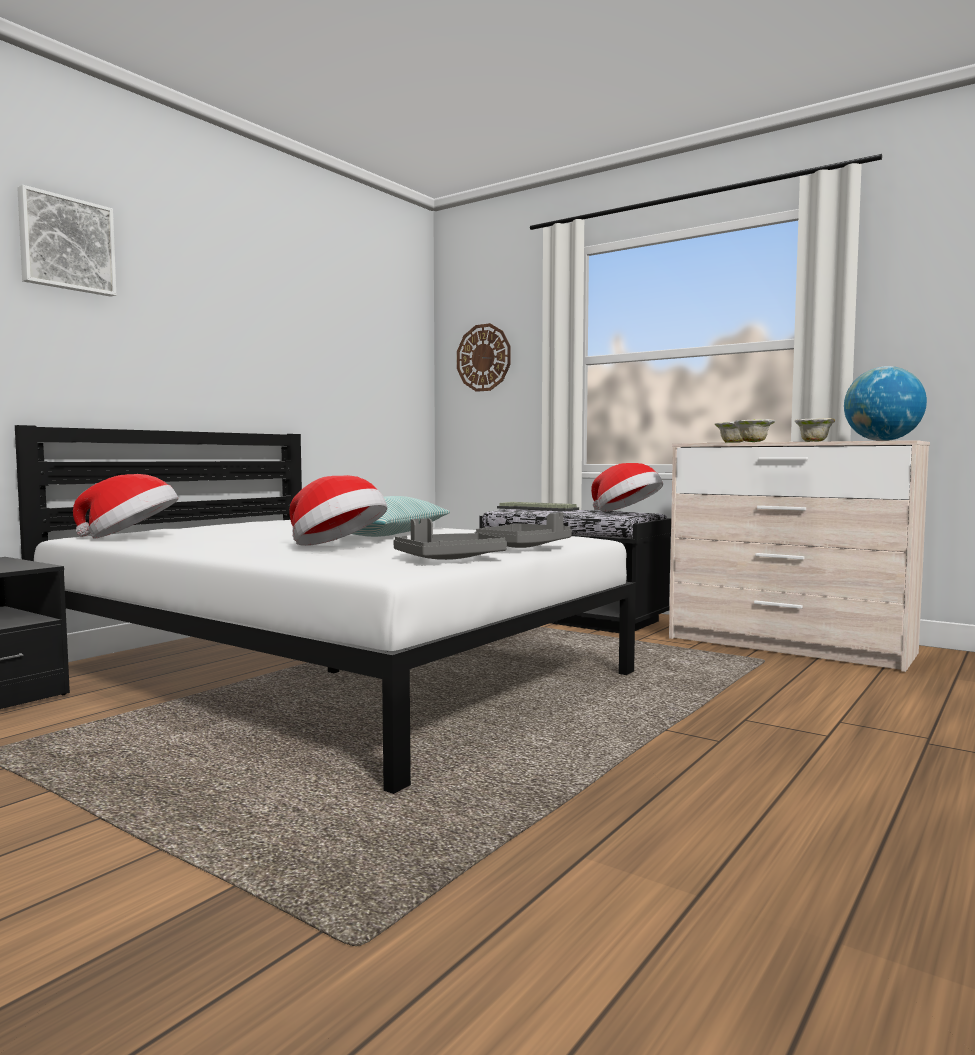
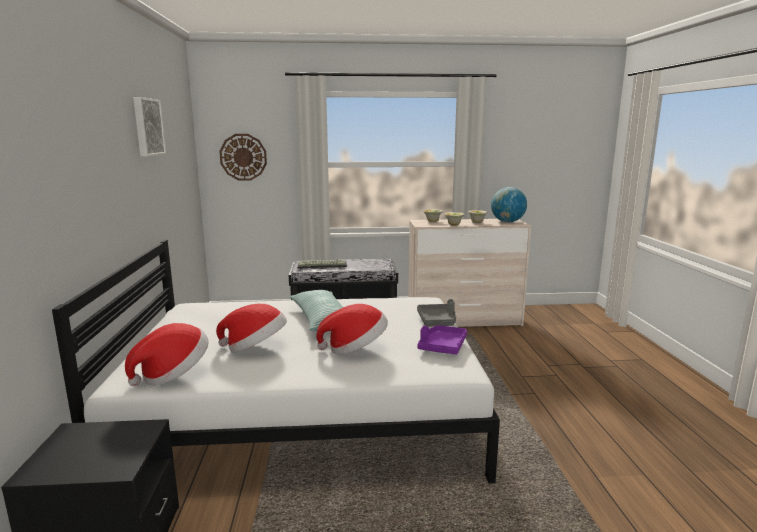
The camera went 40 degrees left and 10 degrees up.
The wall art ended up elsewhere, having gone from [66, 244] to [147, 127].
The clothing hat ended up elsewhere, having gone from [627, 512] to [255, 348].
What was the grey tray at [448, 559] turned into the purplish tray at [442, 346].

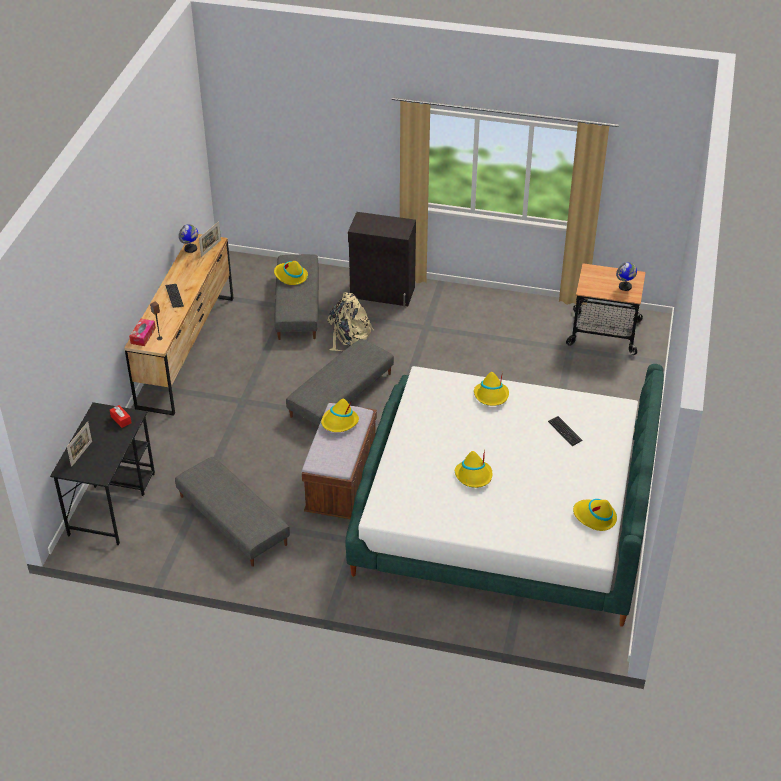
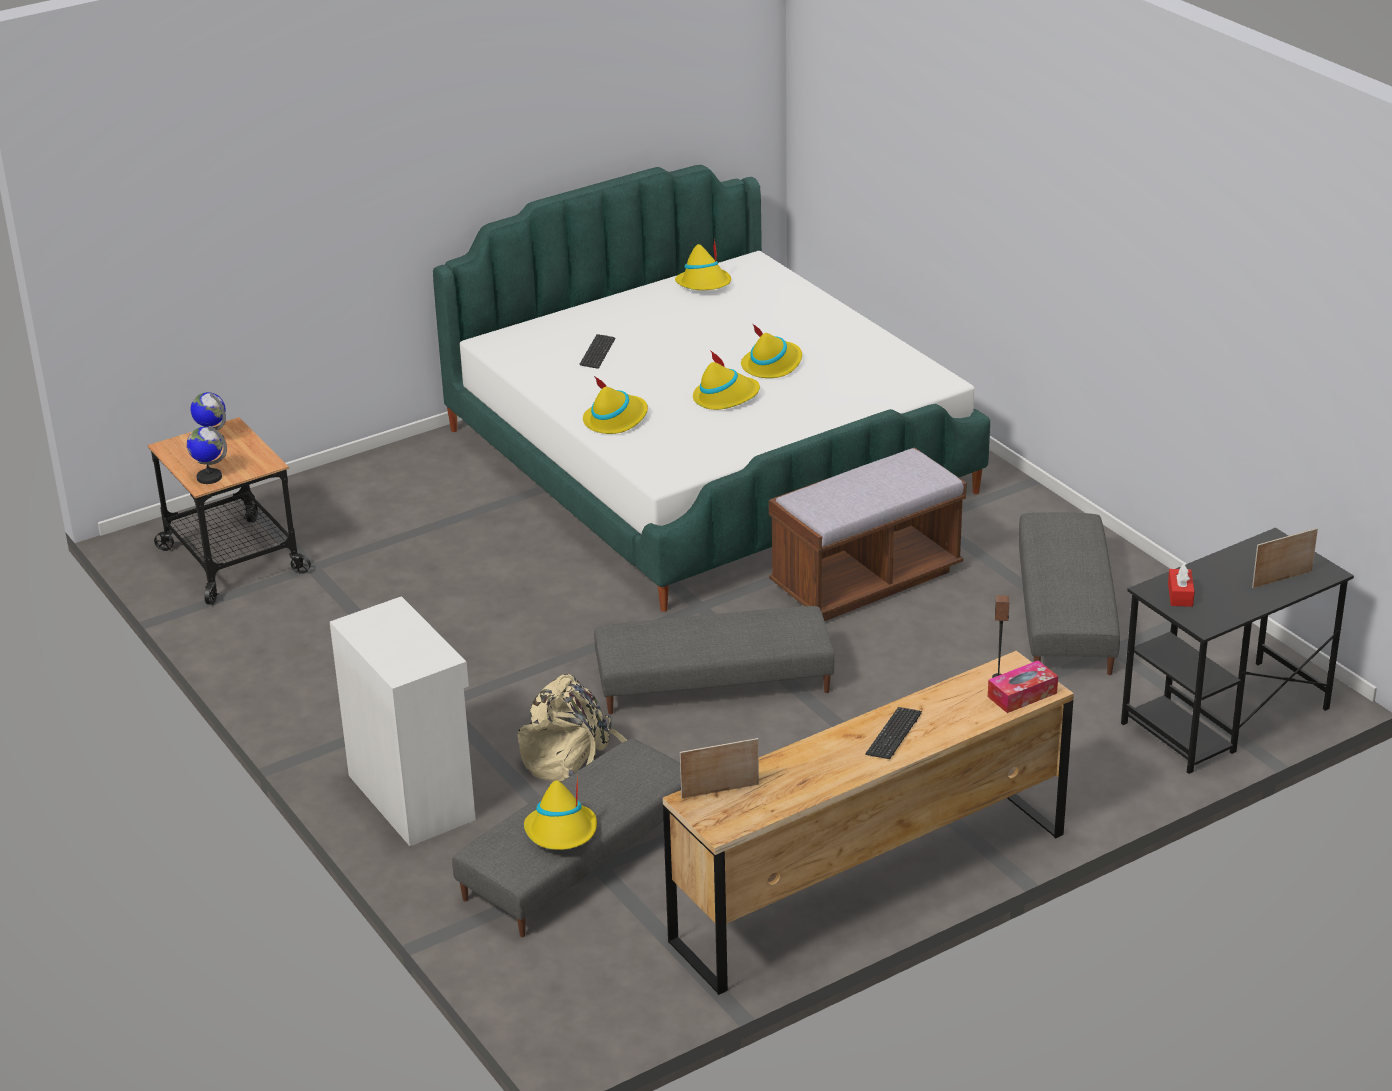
The camera went 135 degrees left and 10 degrees down.
The globe ended up elsewhere, having gone from [191, 249] to [209, 477].
What was the black cabinet at [382, 293] turned into the whitish cabinet at [413, 796].
The yellowish clothing hat ended up elsewhere, having gone from [339, 422] to [726, 397].

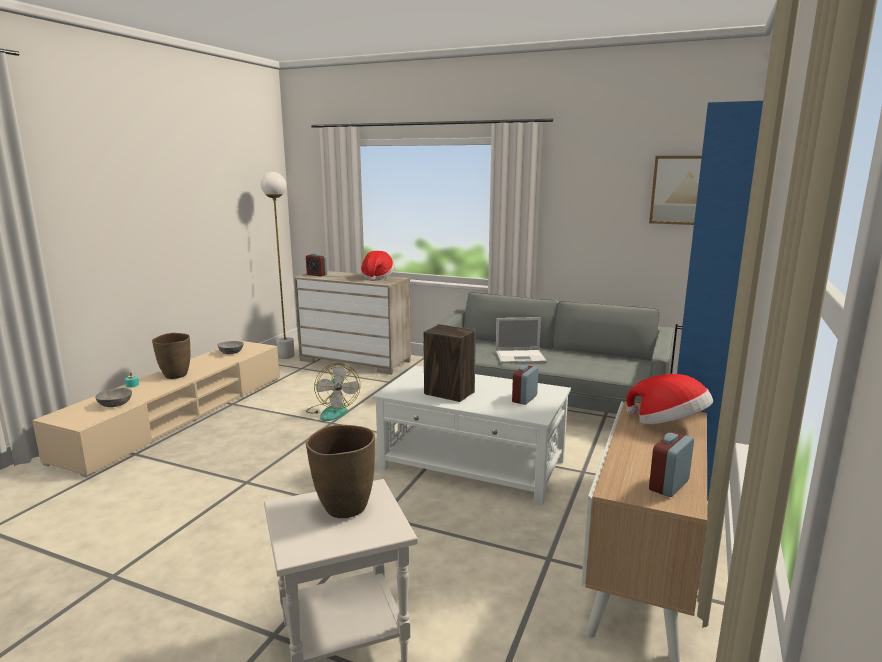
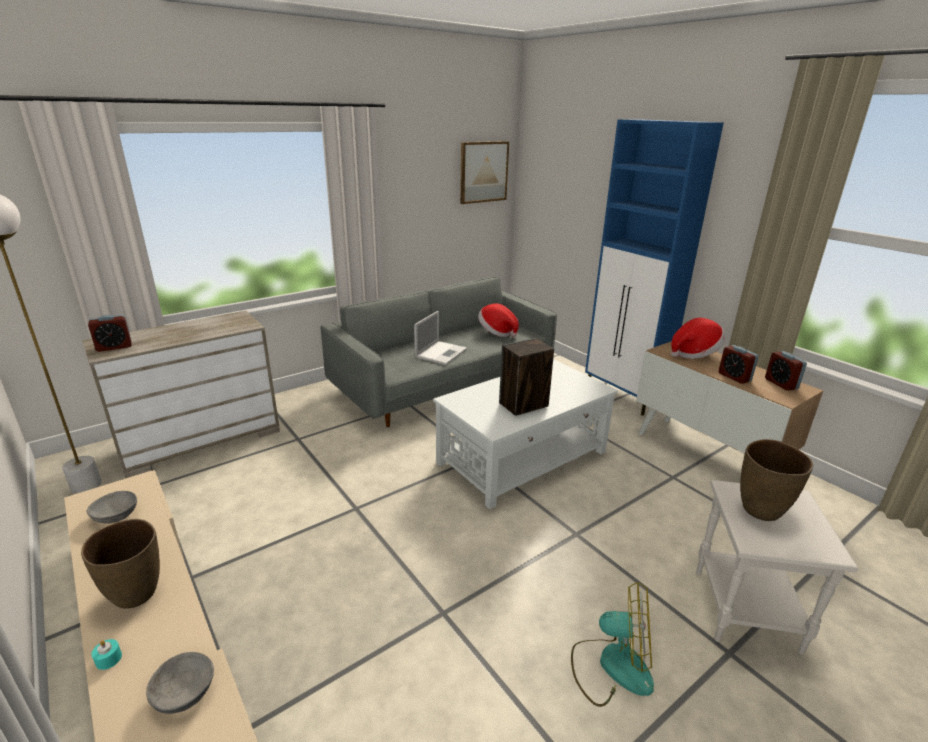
The camera went 60 degrees left and 10 degrees up.
The clothing hat ended up elsewhere, having gone from [377, 277] to [497, 332].
The electric fan ended up elsewhere, having gone from [332, 411] to [612, 666].
The table clock ended up elsewhere, having gone from [524, 399] to [734, 377].

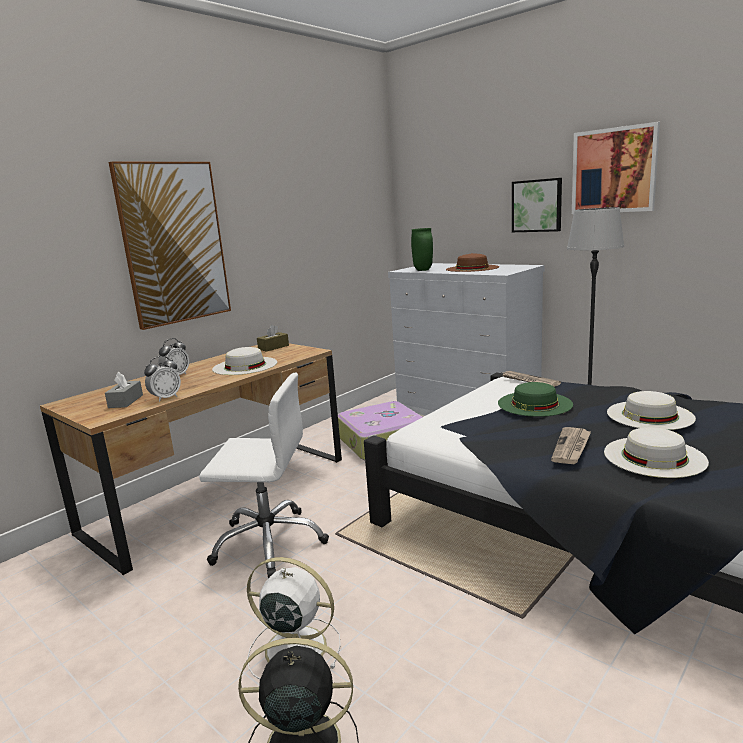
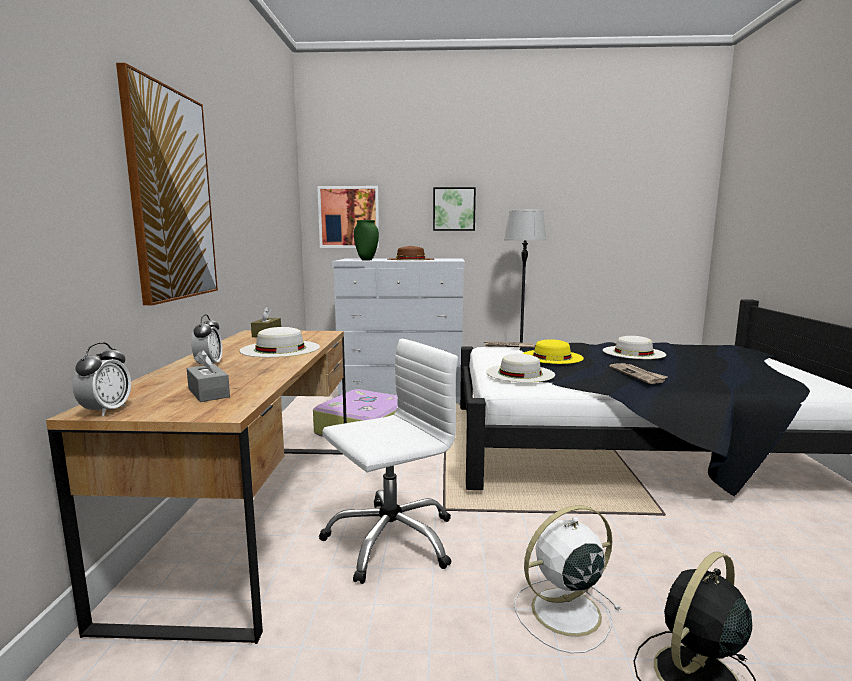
The camera went 40 degrees left and 5 degrees down.
The table clock ended up elsewhere, having gone from [165, 398] to [106, 411].
The wall art ended up elsewhere, having gone from [614, 170] to [349, 217].
The whitish clothing hat ended up elsewhere, having gone from [654, 456] to [520, 373].
What was the greenish clothing hat at [534, 403] turned into the yellowish clothing hat at [552, 357].

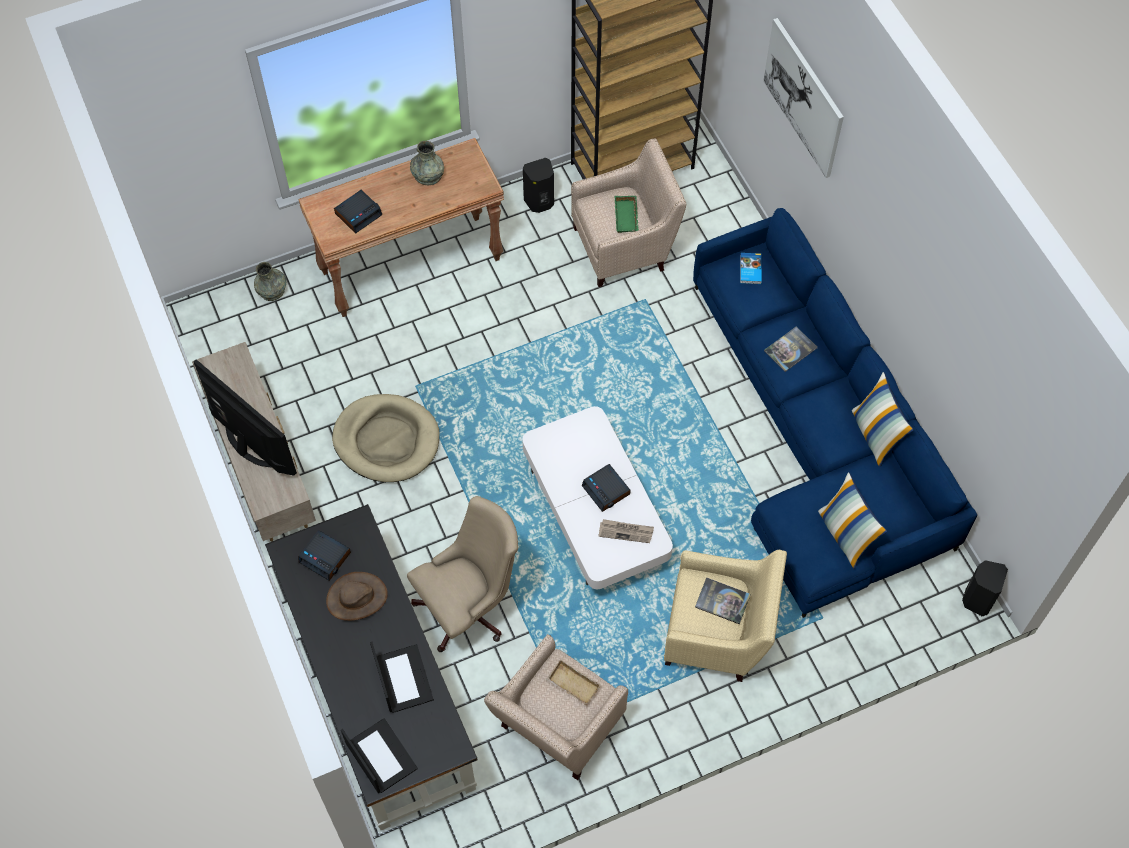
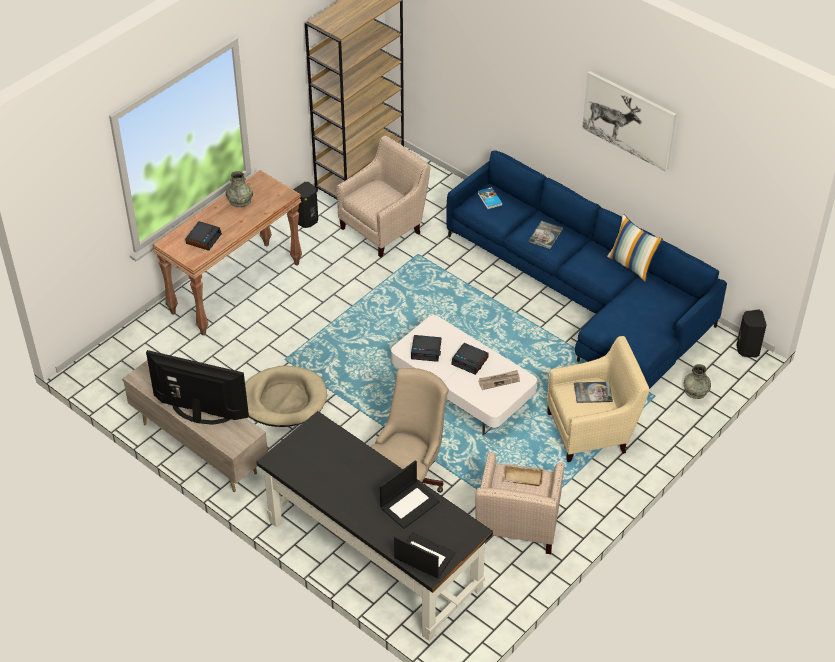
The camera went 25 degrees left and 15 degrees down.
The portable computer at [402, 678] ended up facing another way, 90 degrees clockwise from before.
The table clock ended up elsewhere, having gone from [325, 557] to [426, 350].
The wall art ended up elsewhere, having gone from [803, 97] to [629, 120].
The grey decorative vase ended up elsewhere, having gone from [272, 290] to [695, 390].
The second view lost the brownish clothing hat at [357, 598].
The second view lost the greenish tray at [627, 217].
The second view lost the cushion at [846, 535].

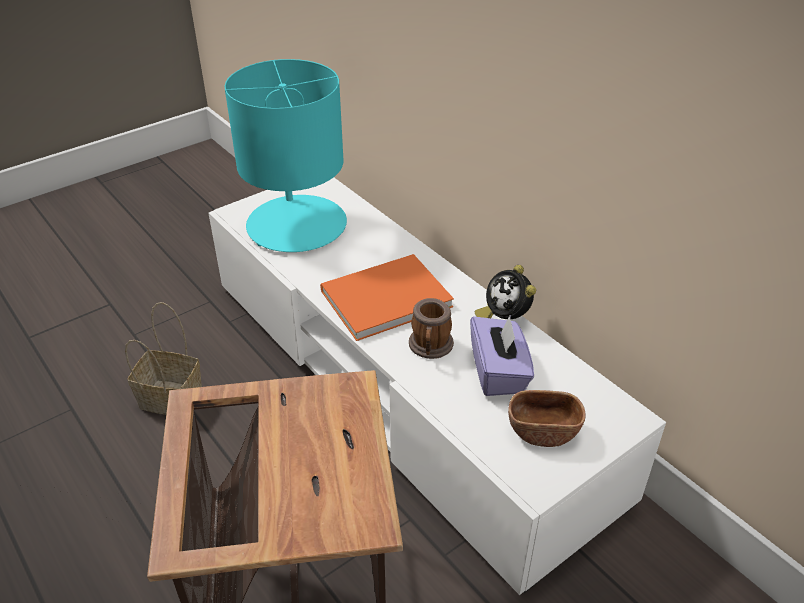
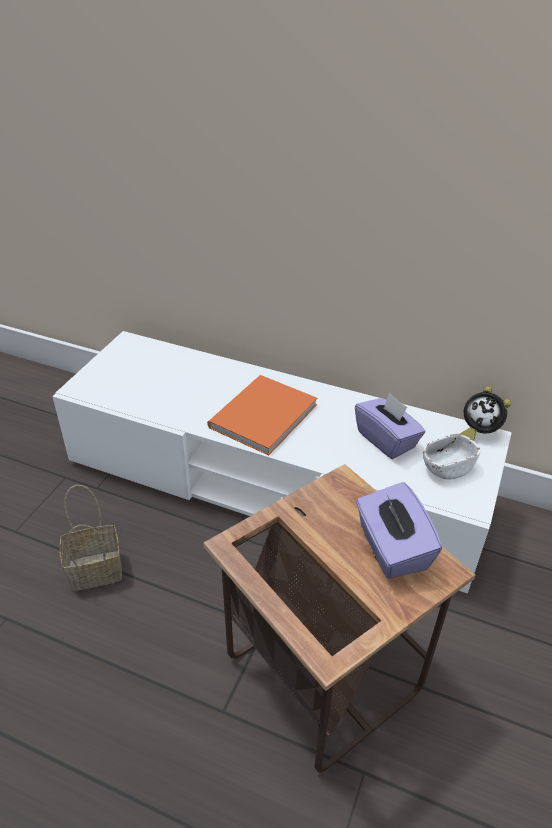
The camera went 30 degrees left and 0 degrees up.
The second view gained the purplish tissue box at [391, 548].
What was the brownish deep dish at [543, 431] turned into the whitish deep dish at [447, 468].
The table clock ended up elsewhere, having gone from [504, 318] to [477, 433].
The second view lost the blue-green table lamp at [296, 225].
The second view lost the coffee mug at [430, 348].

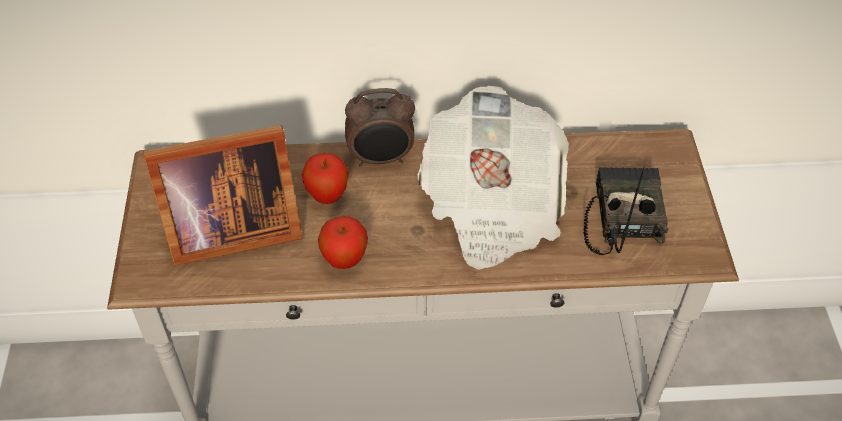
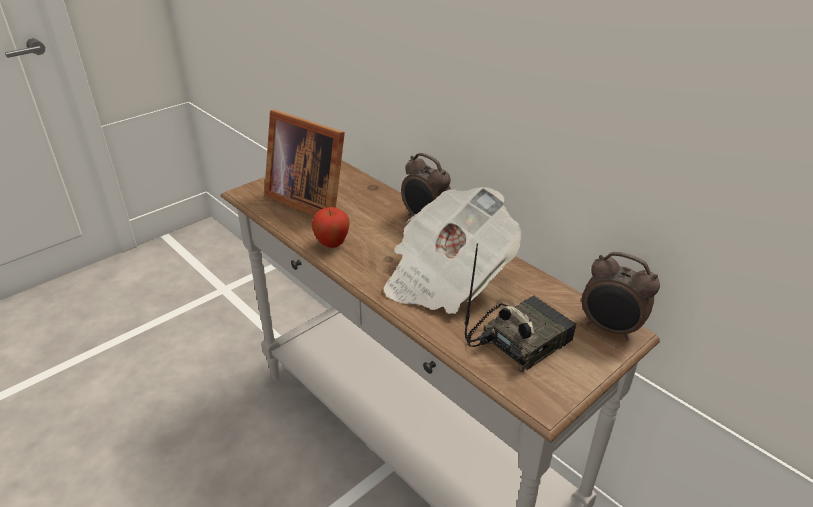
The camera went 50 degrees right and 15 degrees down.
The second view gained the table clock at [609, 329].
The second view lost the apple at [327, 196].

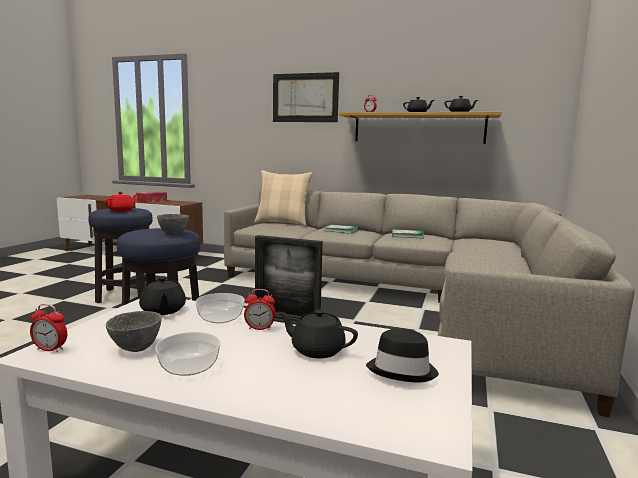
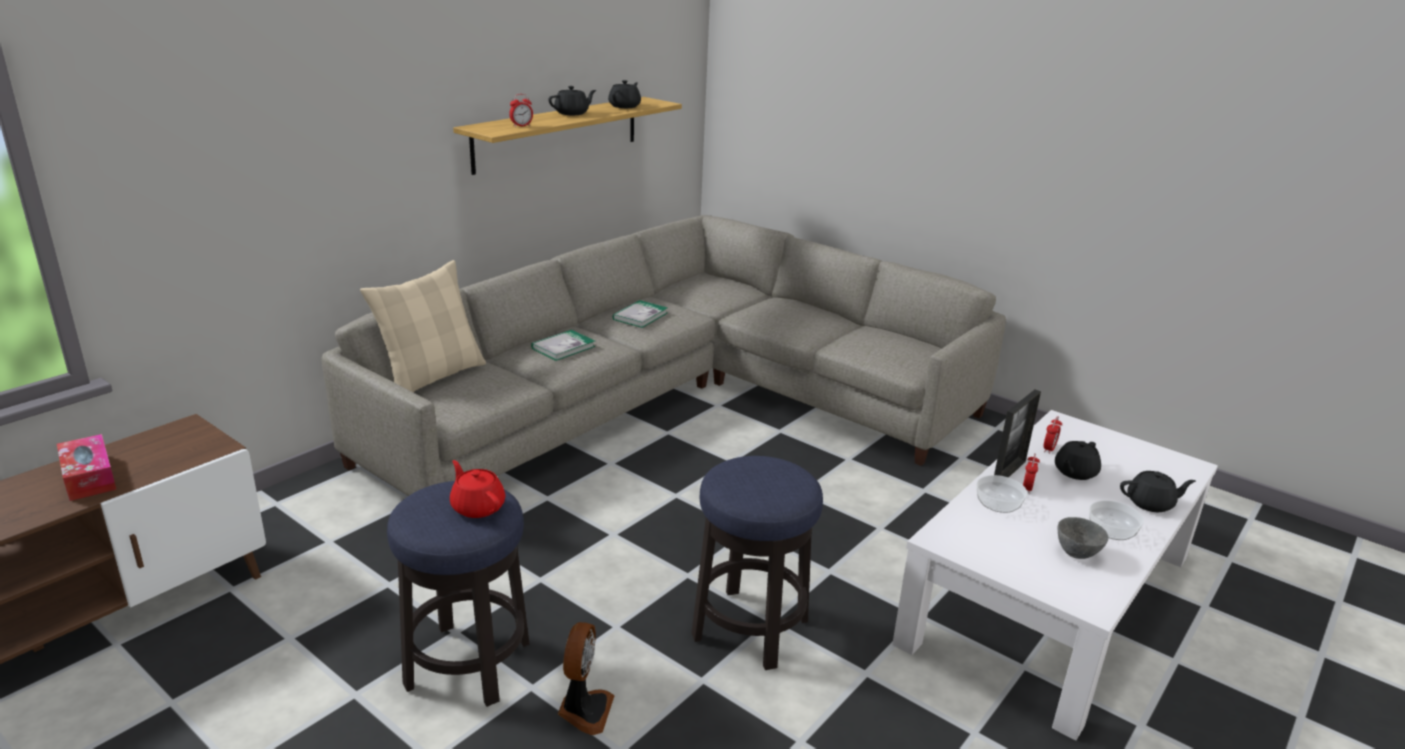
The camera went 70 degrees left and 15 degrees up.
The second view gained the electric fan at [584, 710].
The table clock ended up elsewhere, having gone from [50, 349] to [1049, 449].
The black teapot ended up elsewhere, having gone from [163, 311] to [1151, 504].
The second view lost the grey deep dish at [173, 234].
The second view lost the wall art at [305, 98].
The second view lost the black clothing hat at [402, 370].

